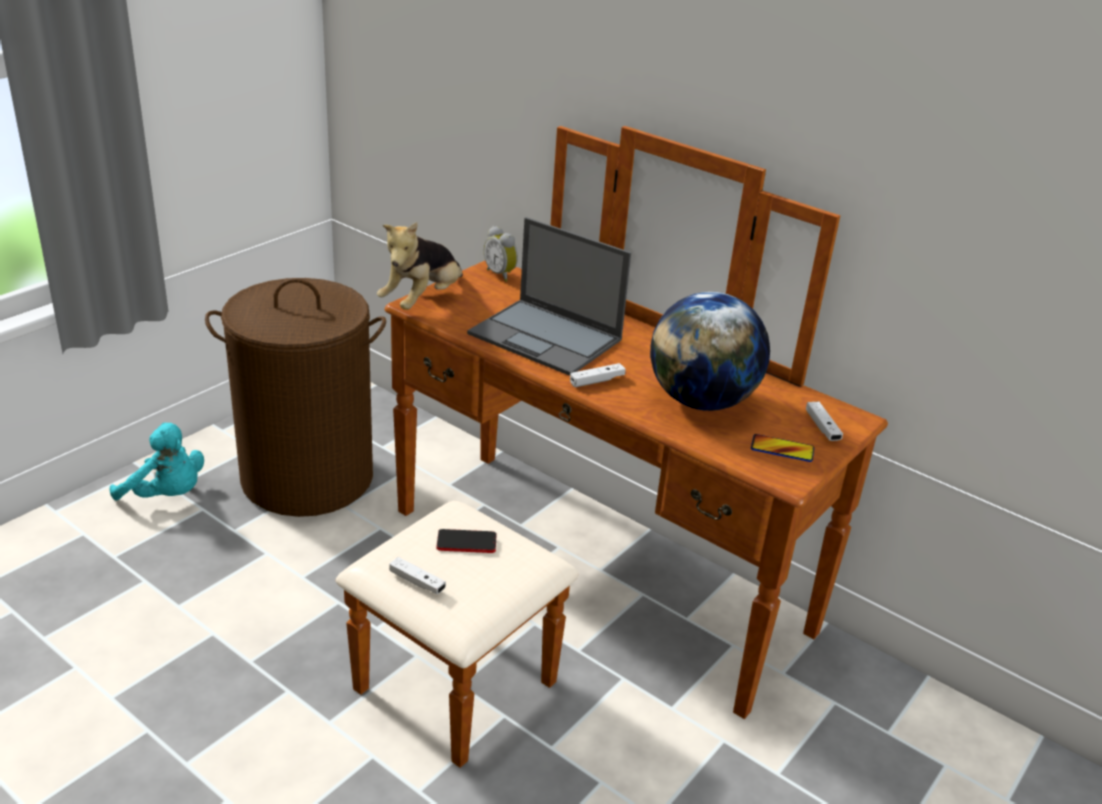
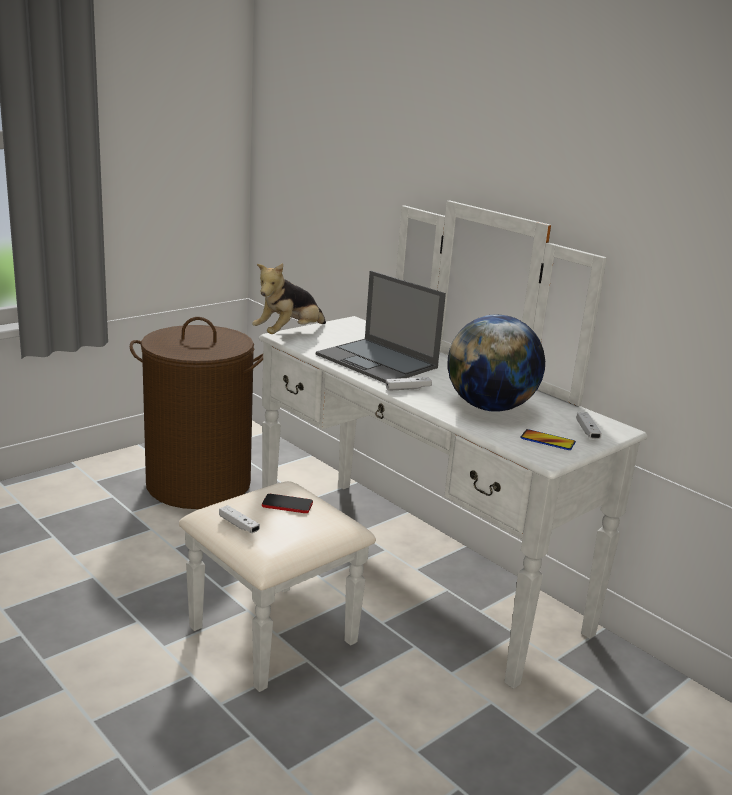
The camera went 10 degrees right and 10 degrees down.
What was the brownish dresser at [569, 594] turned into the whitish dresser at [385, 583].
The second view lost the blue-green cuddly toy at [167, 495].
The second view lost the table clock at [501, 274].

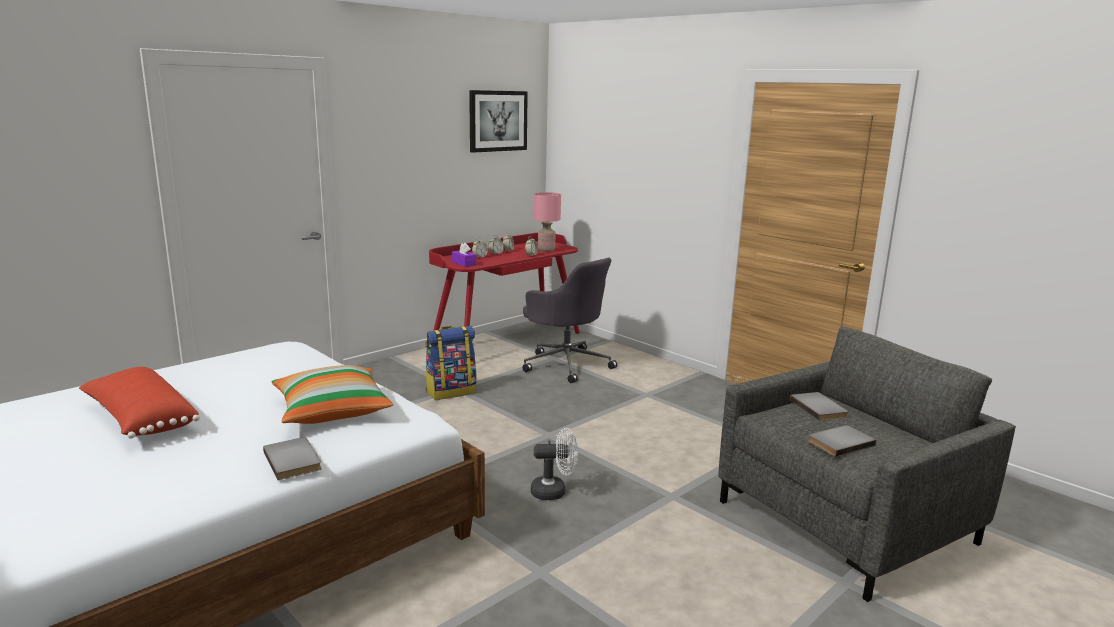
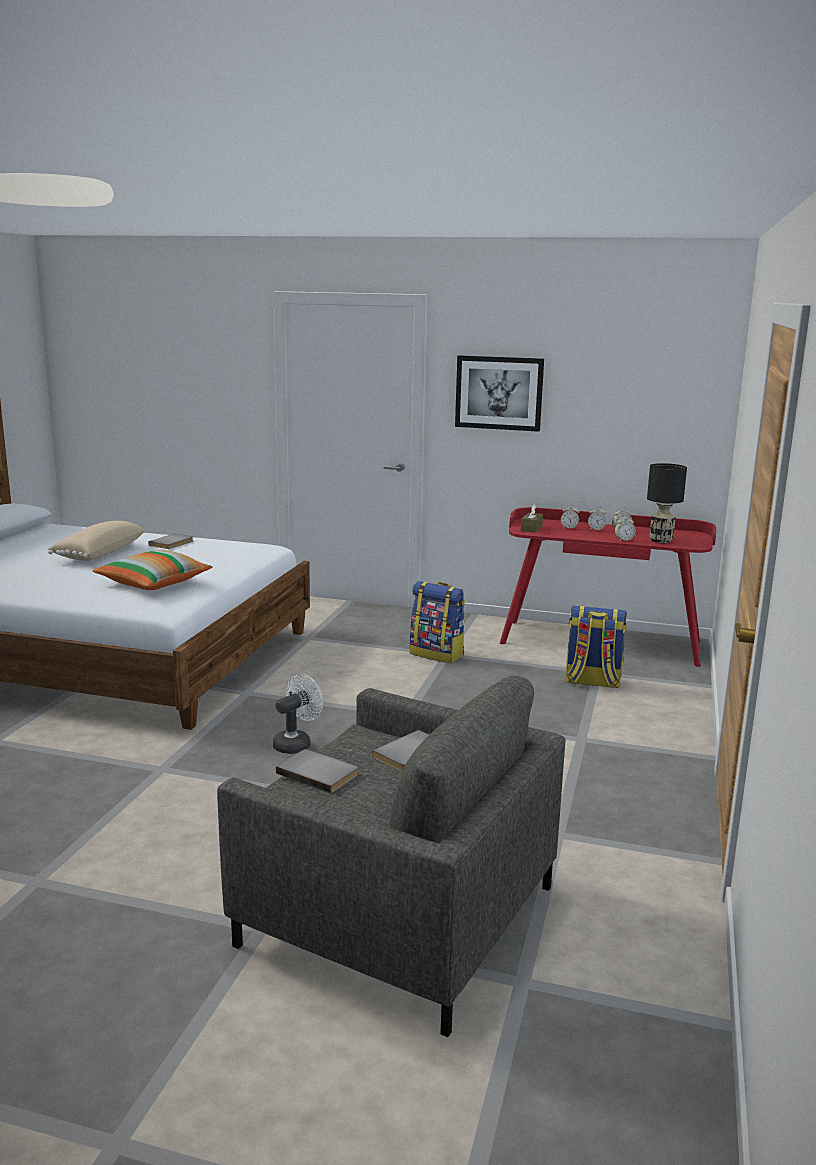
The camera went 60 degrees right and 0 degrees up.
What was the red cushion at [140, 419] turned into the sand-coloured cushion at [98, 553].
The grey book ended up elsewhere, having gone from [295, 460] to [172, 543].
The whitish electric fan at [554, 491] ended up facing another way, 105 degrees counterclockwise from before.
The wall art ended up elsewhere, having gone from [498, 121] to [499, 393].
What was the purplish tissue box at [463, 263] turned into the brownish tissue box at [531, 528].
Where the grey computer chair stood at [566, 364], the backpack came to stand at [592, 682].
What was the pink-coloured table lamp at [546, 250] turned into the black table lamp at [661, 541].

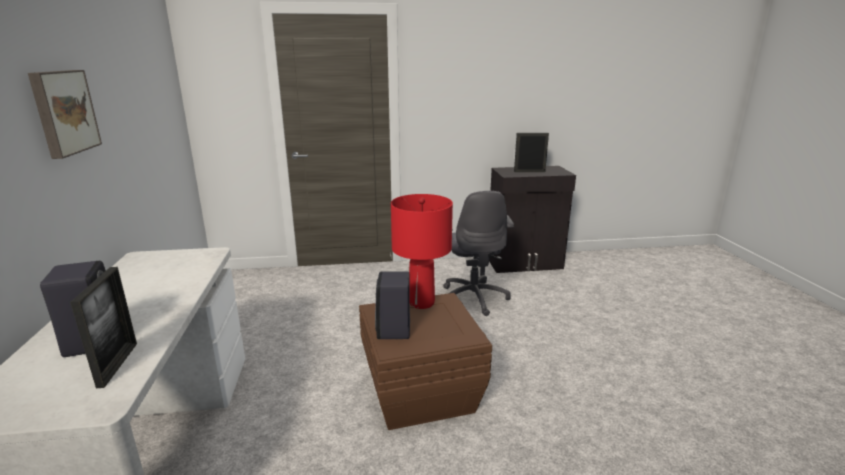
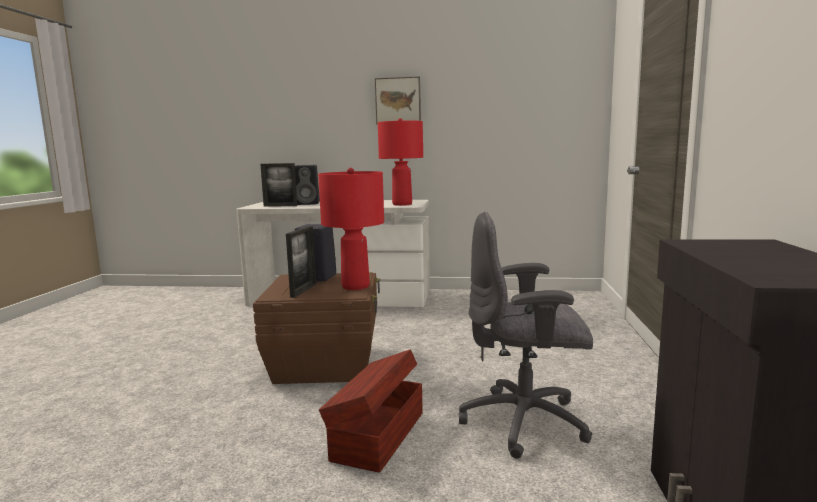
The camera went 105 degrees right and 10 degrees down.
The picture frame ended up elsewhere, having gone from [529, 171] to [303, 290].
The second view gained the brownish storage box at [376, 436].
The second view gained the red table lamp at [402, 204].

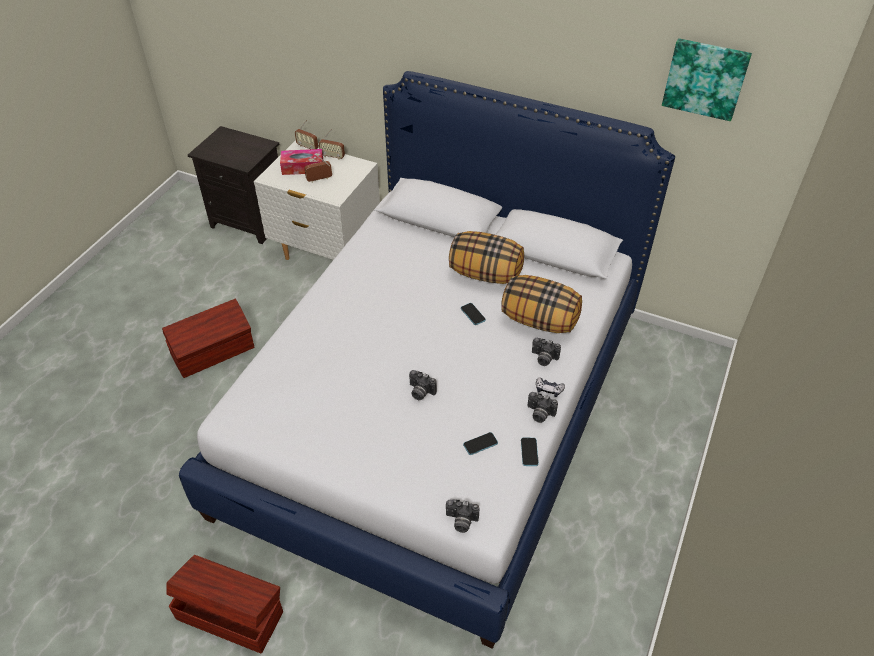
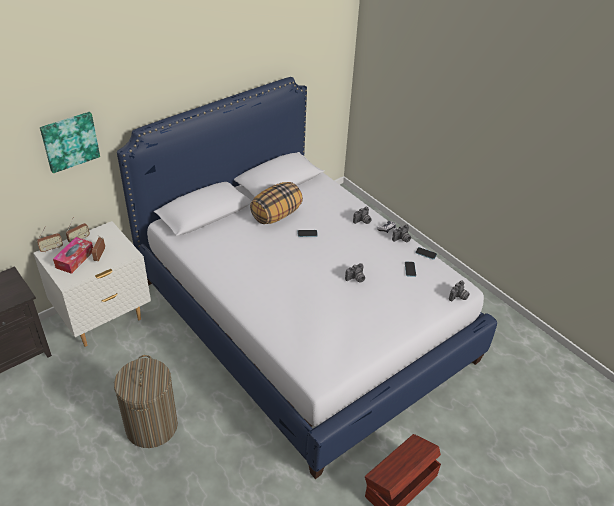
The camera went 65 degrees left and 5 degrees down.
The wall art ended up elsewhere, having gone from [705, 78] to [69, 141].
Where the brownish storage box stood at [214, 352], the washing basket came to stand at [151, 426].
The second view lost the cushion at [539, 320].

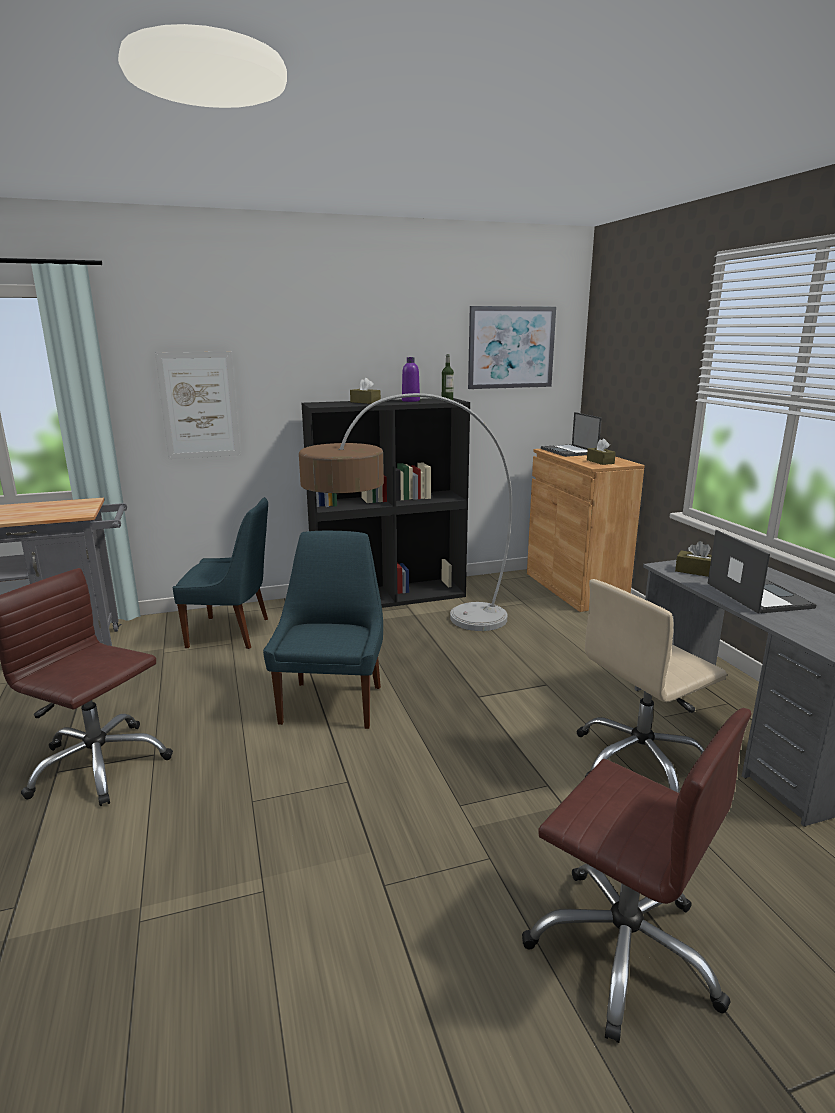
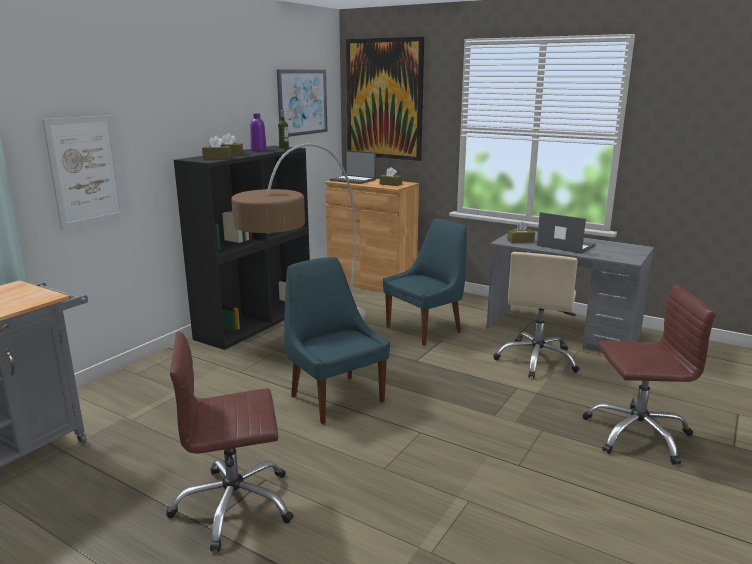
The camera went 40 degrees left and 0 degrees up.
The second view gained the brownish tissue box at [217, 158].
The second view gained the wall art at [384, 99].
The blue chair ended up elsewhere, having gone from [232, 633] to [426, 329].

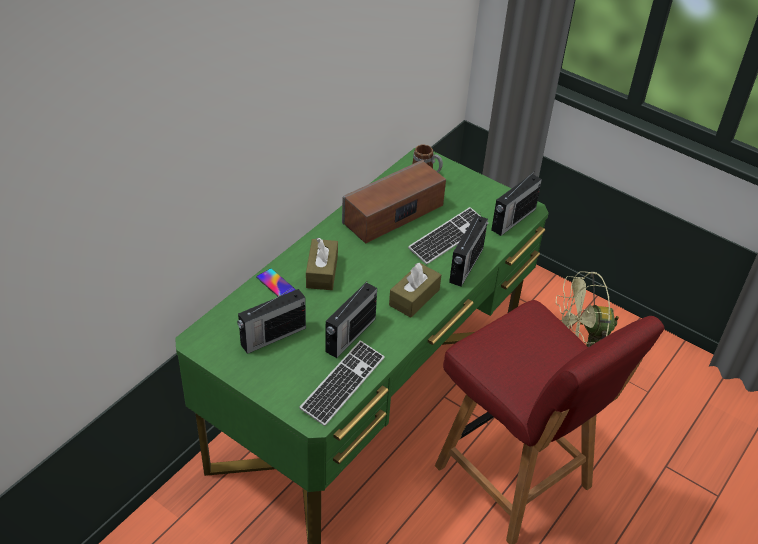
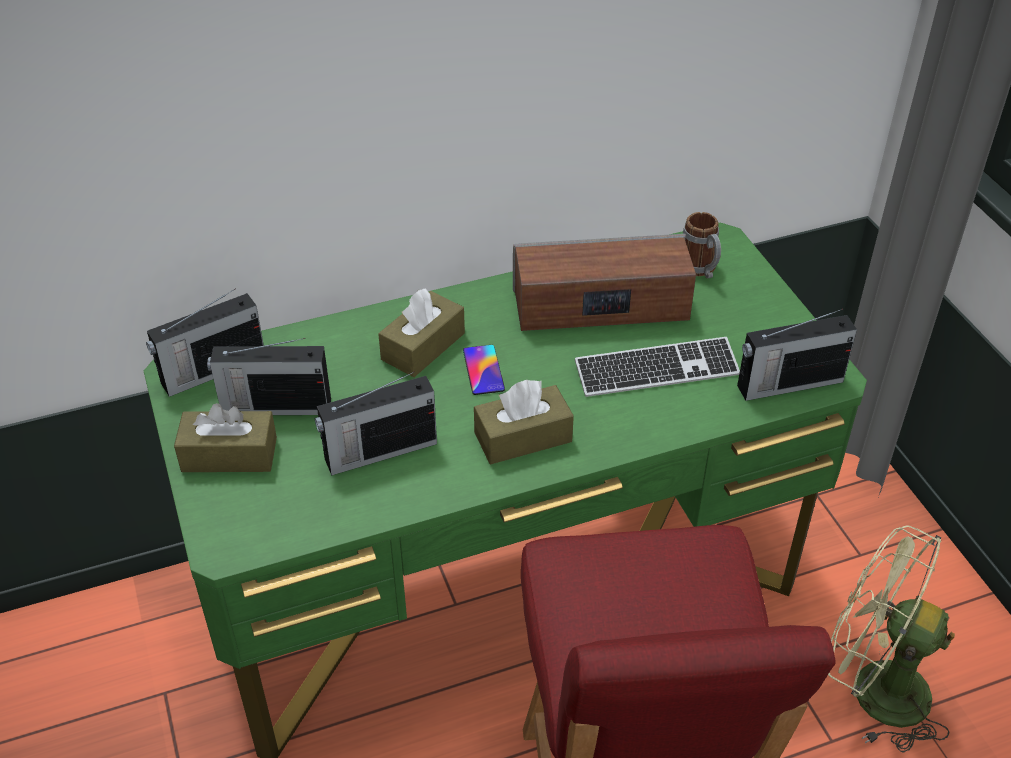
The camera went 35 degrees right and 0 degrees up.
The radio set ended up elsewhere, having gone from [465, 266] to [211, 371].
The second view gained the brownish tissue box at [229, 455].
The phone ended up elsewhere, having gone from [276, 284] to [483, 370].
The second view lost the computer keyboard at [343, 384].

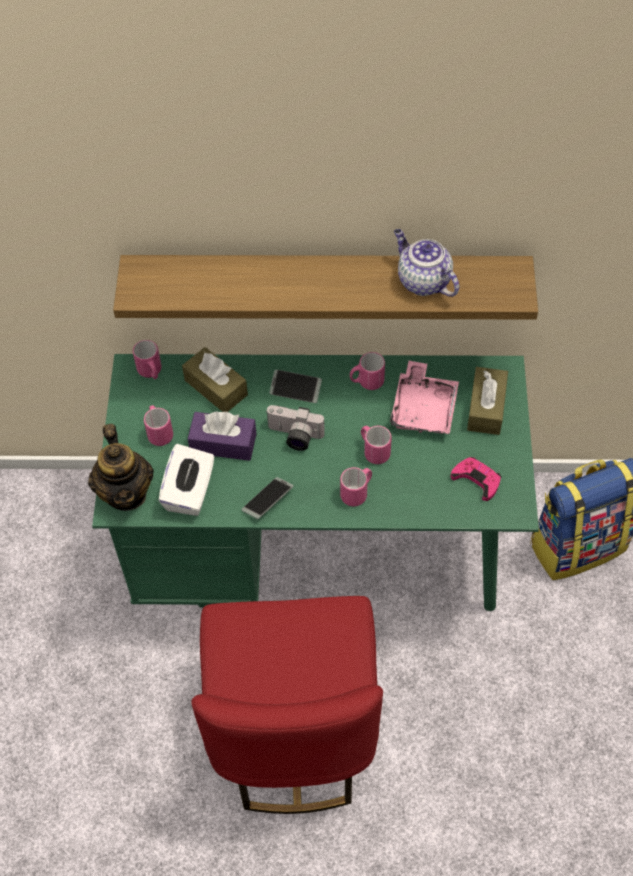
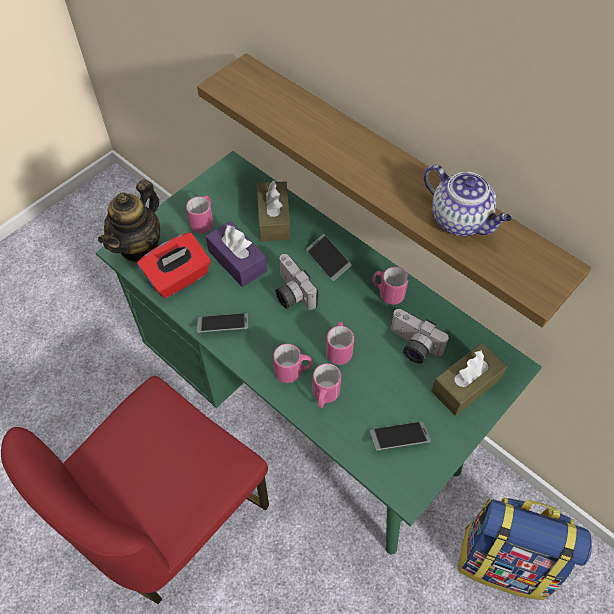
The camera went 40 degrees right and 0 degrees up.
What was the whitish tissue box at [190, 492] turned into the red tissue box at [179, 278].
The pink-coloured coffee mug ended up elsewhere, having gone from [151, 372] to [324, 396].
Where the pink-coloured gamepad stood at [477, 480], the phone came to stand at [398, 438].
Where the pink-coloured tray stood at [423, 408], the photo camera came to stand at [412, 346].
The teapot at [422, 281] ended up facing another way, 135 degrees clockwise from before.

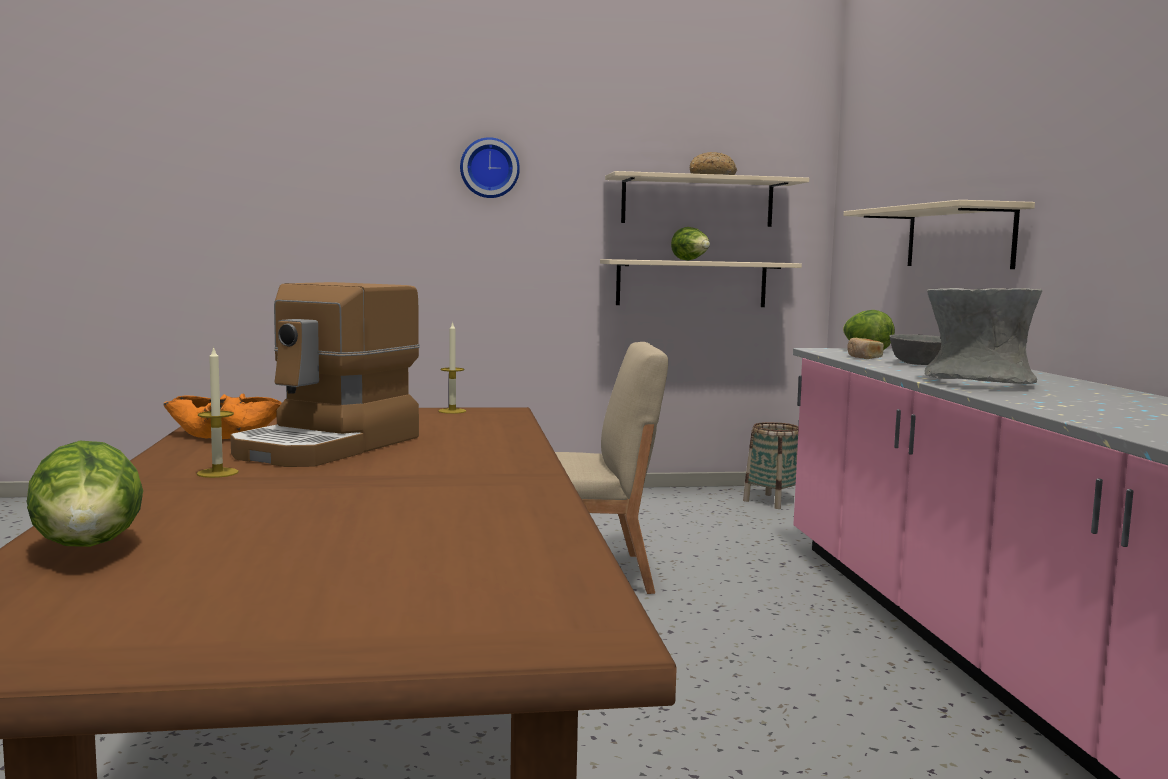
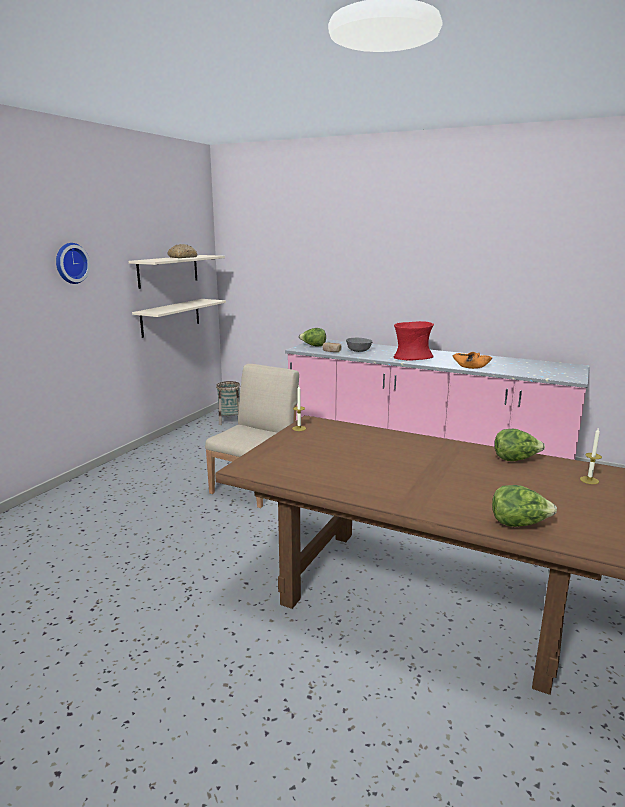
The camera went 55 degrees left and 10 degrees up.
What was the grey decorative vase at [978, 383] turned into the red decorative vase at [412, 358].
The orangey deep dish ended up elsewhere, having gone from [226, 433] to [471, 366].
The lettuce head ended up elsewhere, having gone from [691, 260] to [515, 459].
The wax candle ended up elsewhere, having gone from [217, 473] to [589, 480].
The second view lost the coffee machine at [329, 446].
The second view lost the sand-coloured wall shelf at [958, 237].

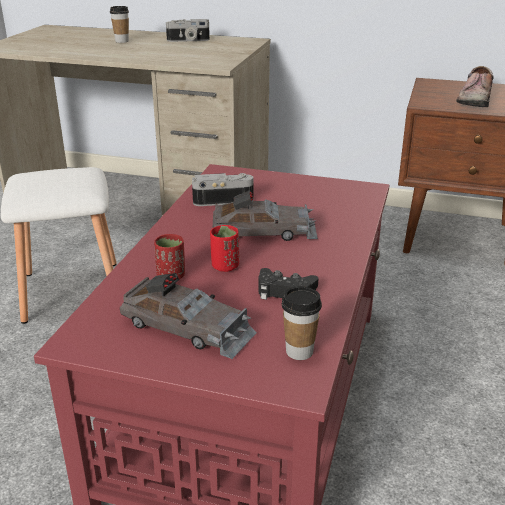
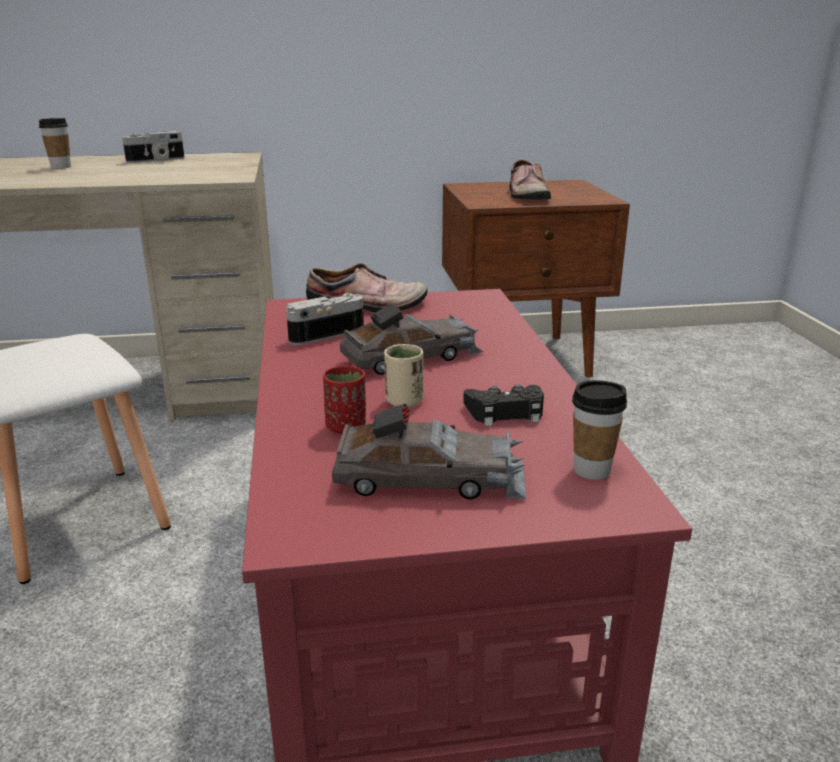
The camera went 25 degrees left and 5 degrees down.
The second view gained the low shoe at [368, 306].
What was the red drinking cup at [225, 266] turned into the sand-coloured drinking cup at [404, 401].

